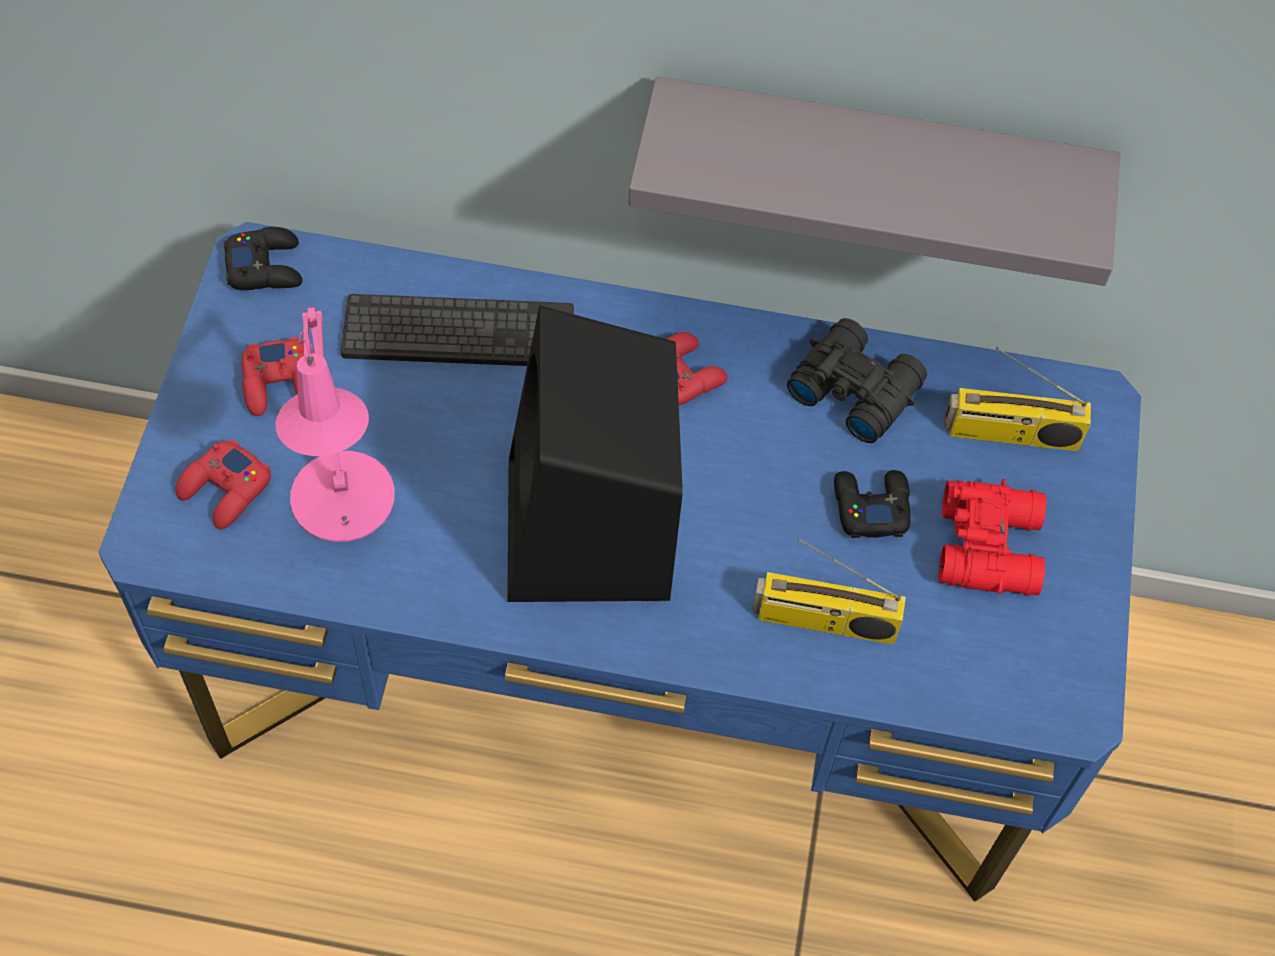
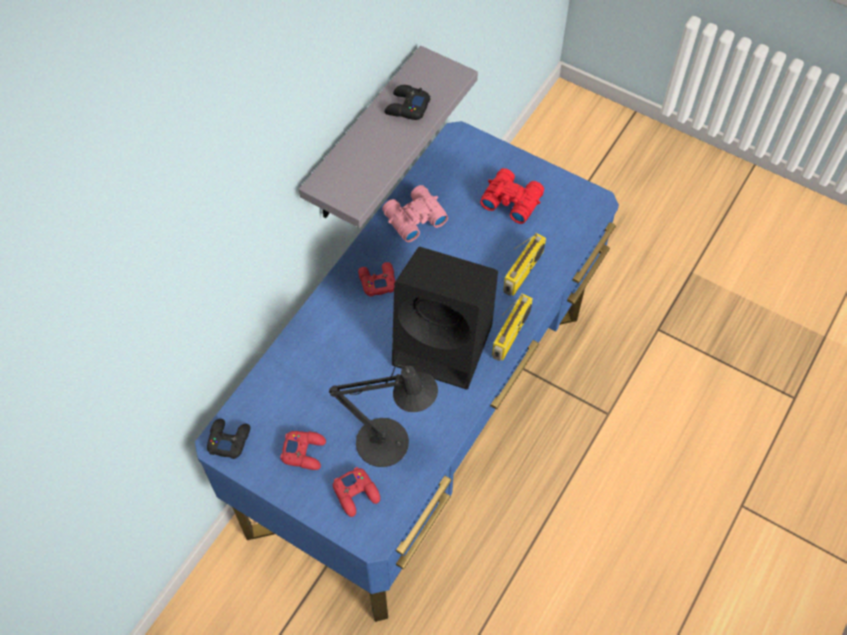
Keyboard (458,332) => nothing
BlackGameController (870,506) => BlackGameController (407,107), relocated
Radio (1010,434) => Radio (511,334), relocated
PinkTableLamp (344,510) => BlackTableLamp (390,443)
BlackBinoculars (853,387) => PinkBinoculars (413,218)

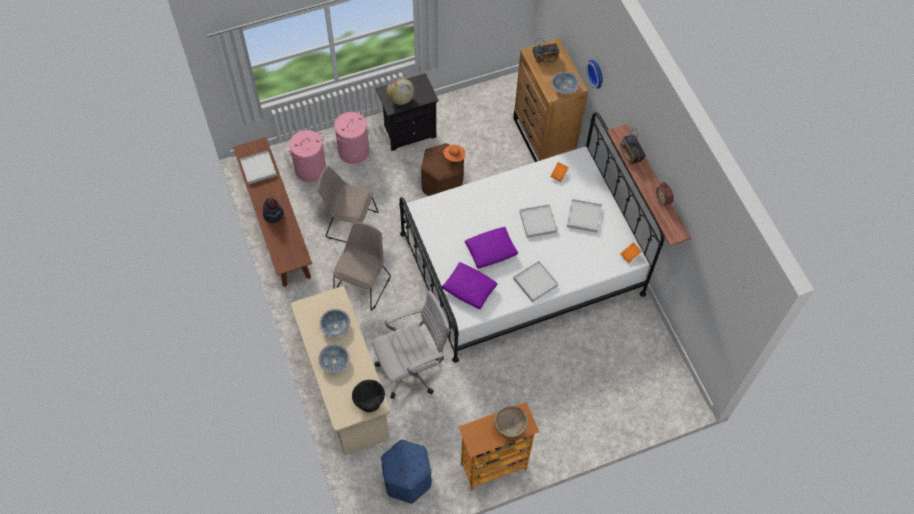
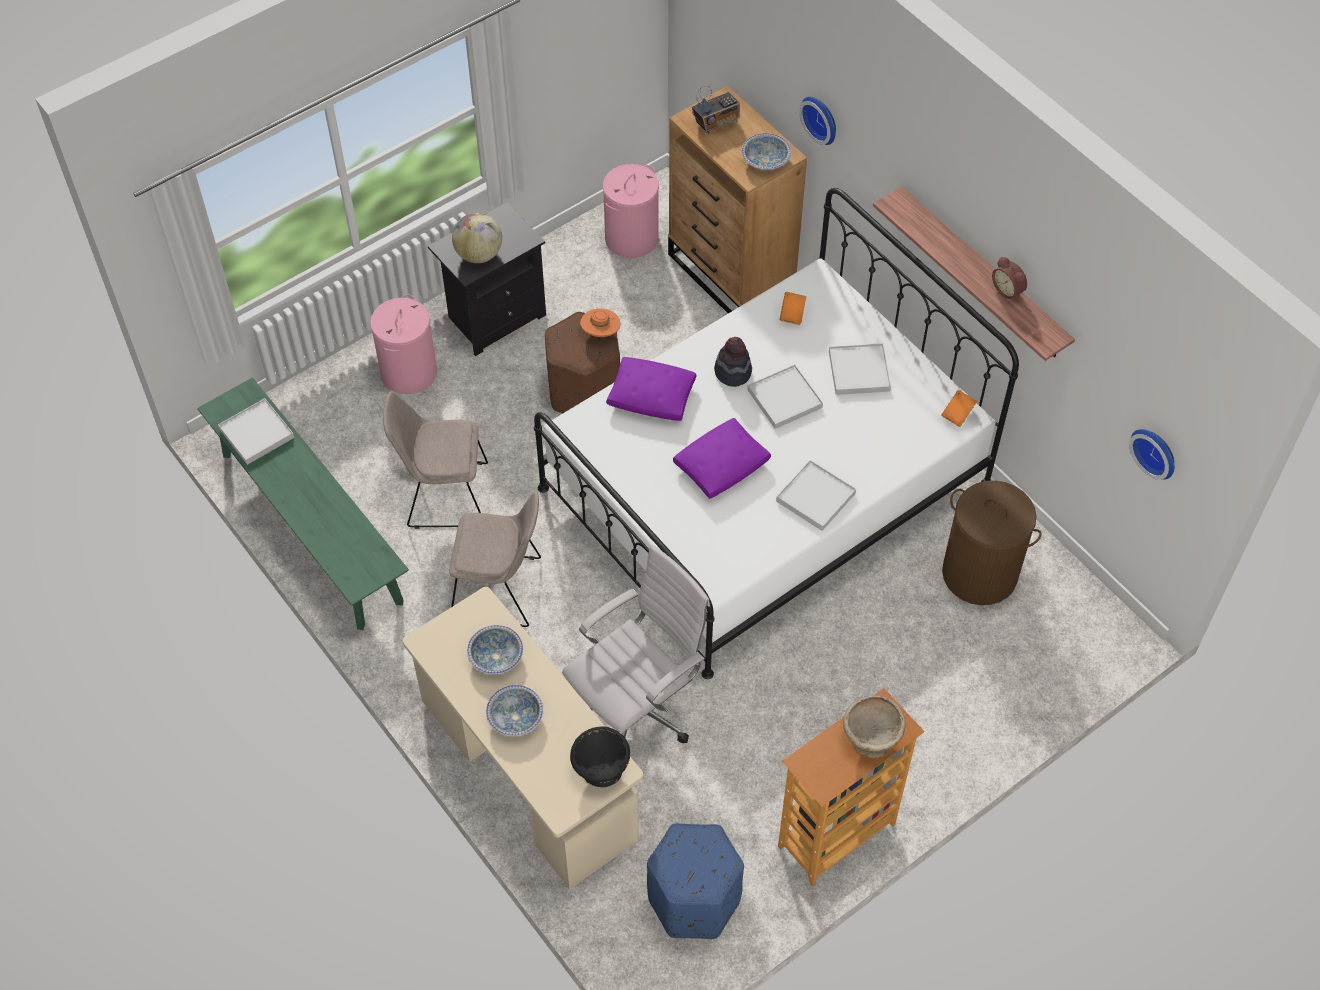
Radio (630,154) => nothing
nothing => BrownLaundryBasket (980,573)
nothing => WallClock (1156,451)
Hat (273,214) => Hat (733,372), relocated
PinkLaundryBasket (310,169) => PinkLaundryBasket (631,238), relocated
PurplePillow (470,289) => PurplePillow (652,396), relocated
BrownBench (276,224) => GreenBench (311,527)
BeigeChair (363,284) => BeigeChair (501,589), 90 degrees clockwise

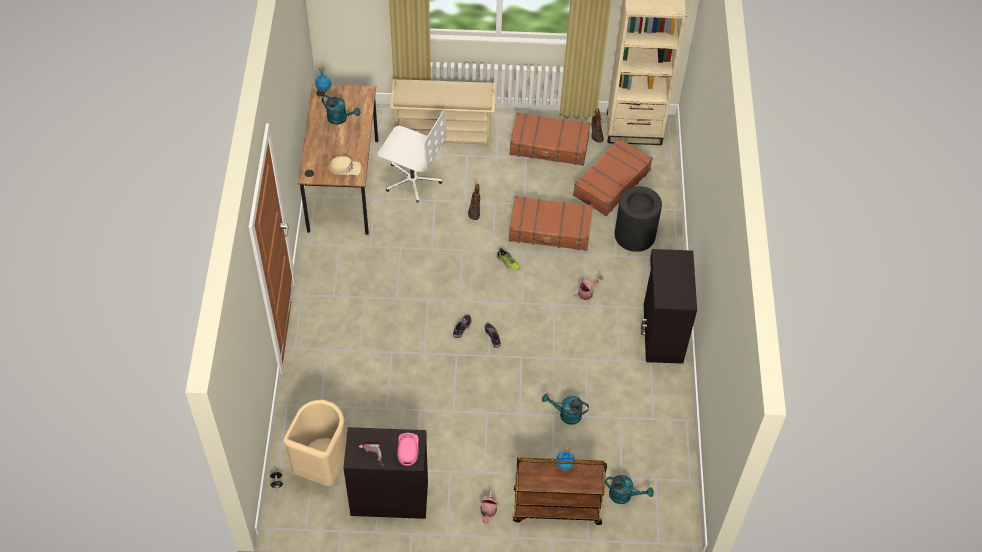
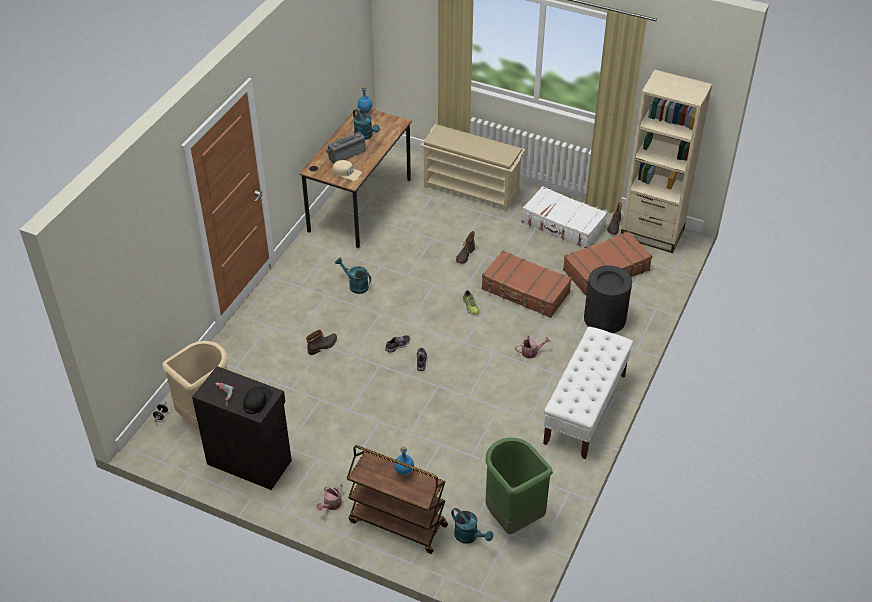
WhiteOfficeChair (412,179) => nothing
nothing => Boot (323,346)
nothing => Radio (346,154)
nothing => GreenTrashCan (512,516)
TurquoiseWateringCan (566,414) => TurquoiseWateringCan (355,285), relocated
BlackCabinet (661,334) => WhiteBench (585,409)
PinkCap (407,449) => BlackCap (257,400)
BrownSuitcase (549,146) => WhiteSuitcase (563,225)

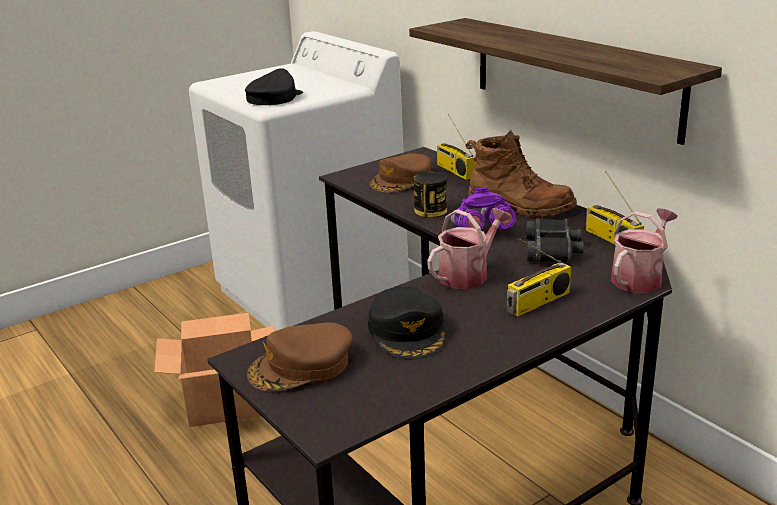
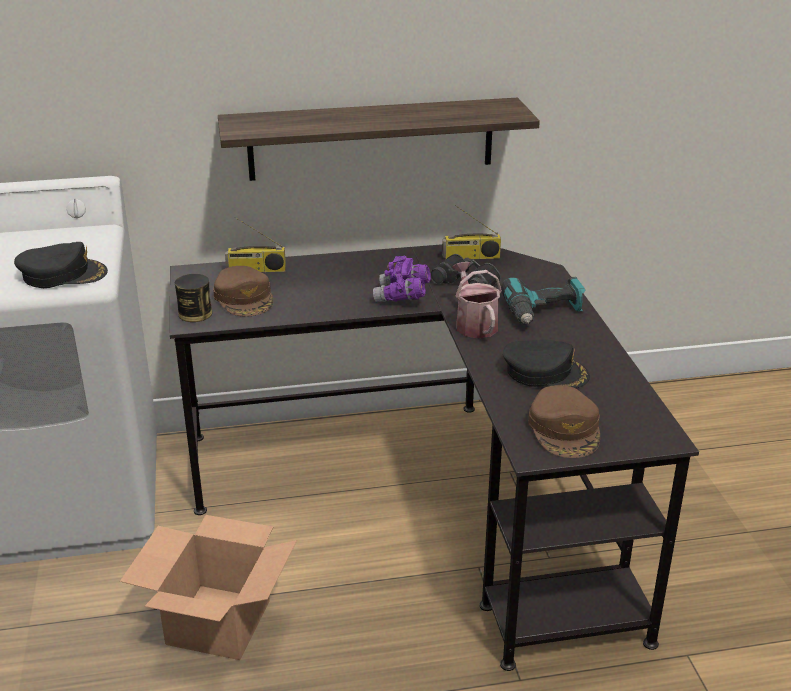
BrownBoot (519,206) => nothing
WateringCan (639,277) => nothing
Can (430,211) => Can (195,314), relocated
Radio (538,302) => PowerDrill (543,312)
BlackCap (274,98) => BlackCap (63,274), 120 degrees clockwise

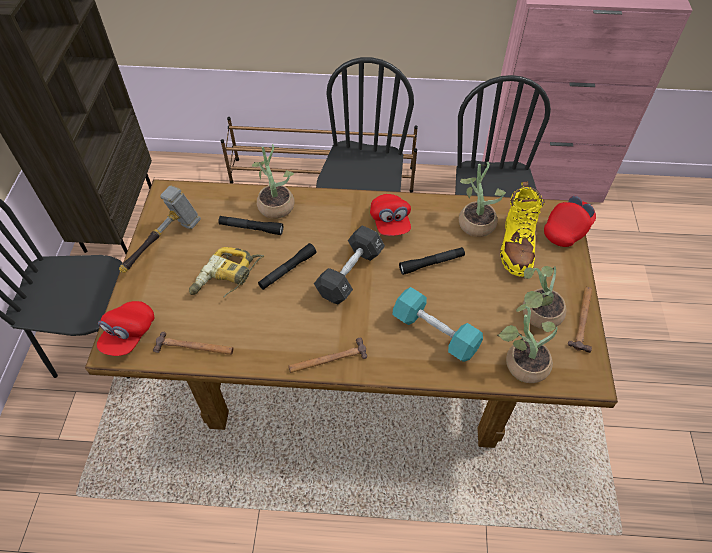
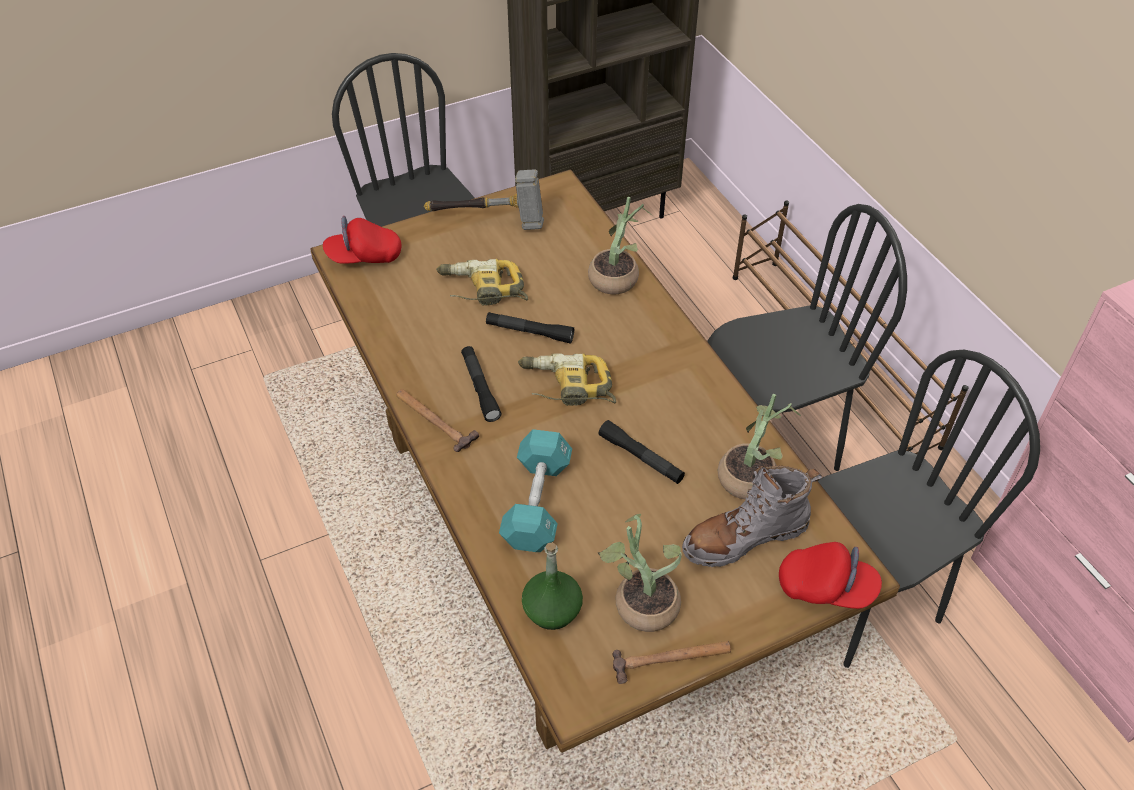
Hammer (194,348) => nothing
RedCap (390,223) => nothing
BlackFlashlight (251,228) => BlackFlashlight (480,388), relocated
BlackDumbbell (350,273) => PowerDrill (566,387)
PottedPlant (521,362) => GreenBottle (552,610)
YellowBoot (516,245) => GreyBoot (745,537)

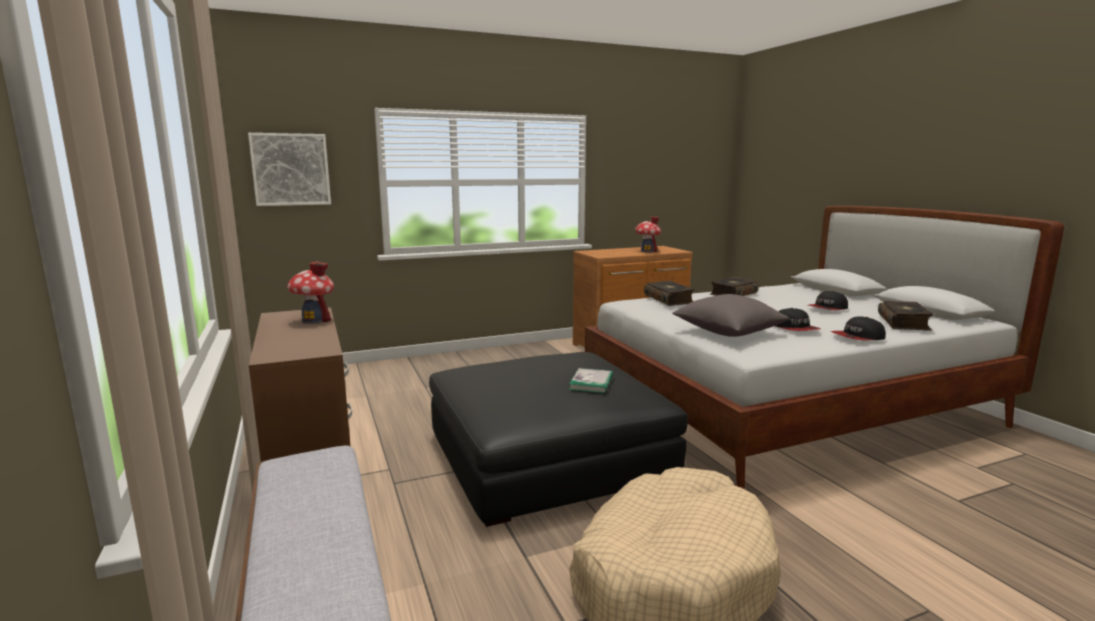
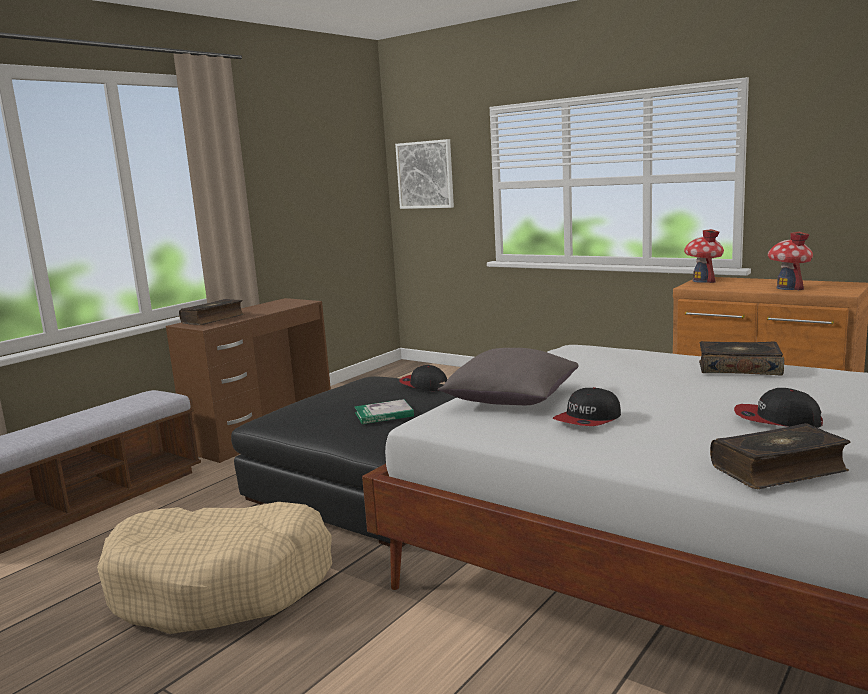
ToyHouse (314,320) => ToyHouse (703,281), relocated
Book (669,299) => Book (213,319), relocated
Cap (858,337) => Cap (423,385), relocated

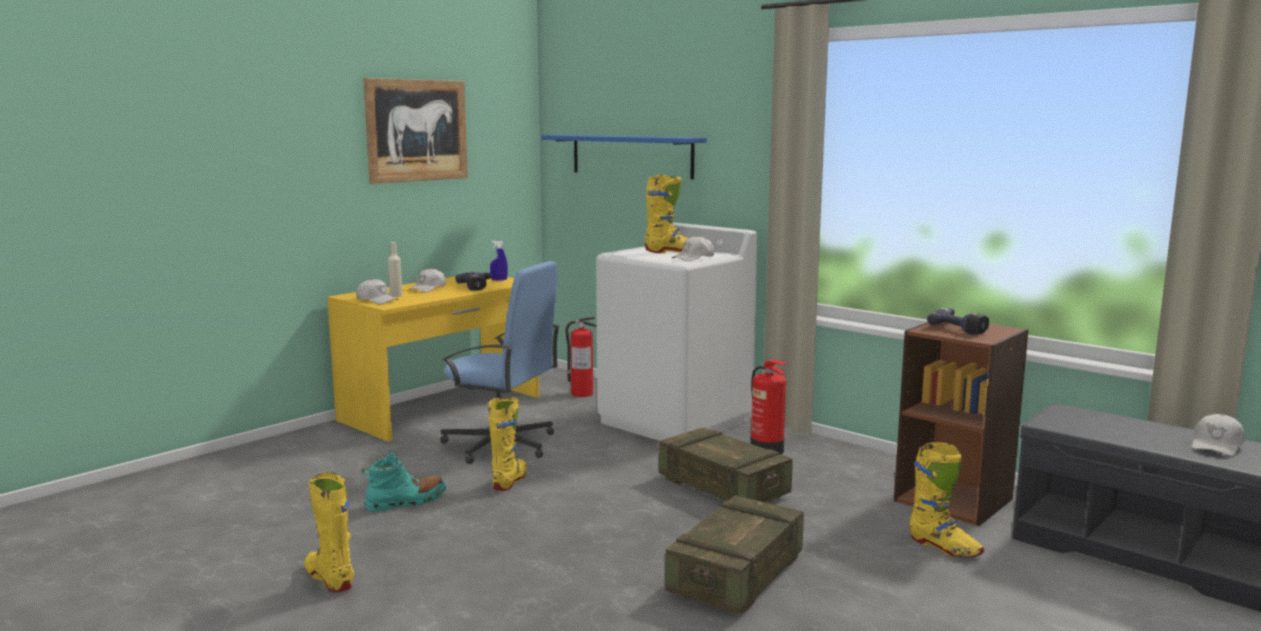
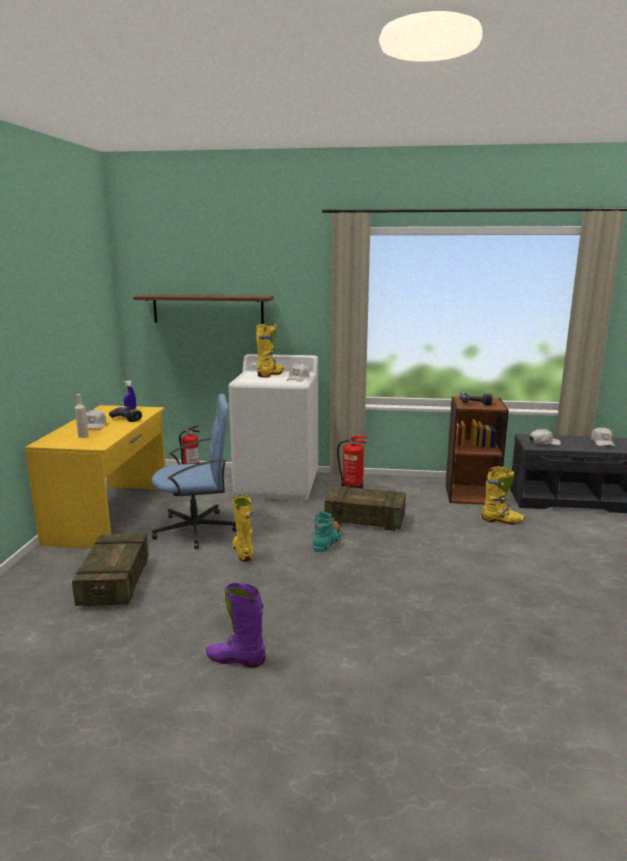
Picture (417,130) => nothing
WhiteCap (377,300) => WhiteCap (543,443), relocated
TurquoiseBoot (406,502) => TurquoiseBoot (327,541), relocated
Crate (737,576) => Crate (115,583), relocated
YellowBoot (330,579) => PurpleBoot (236,659)
BlueShelf (631,155) => BrownShelf (208,309)

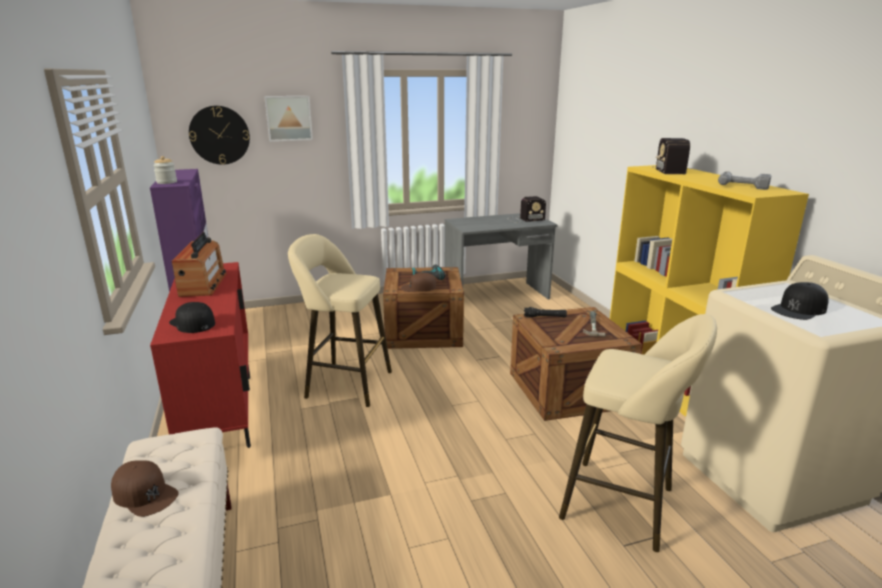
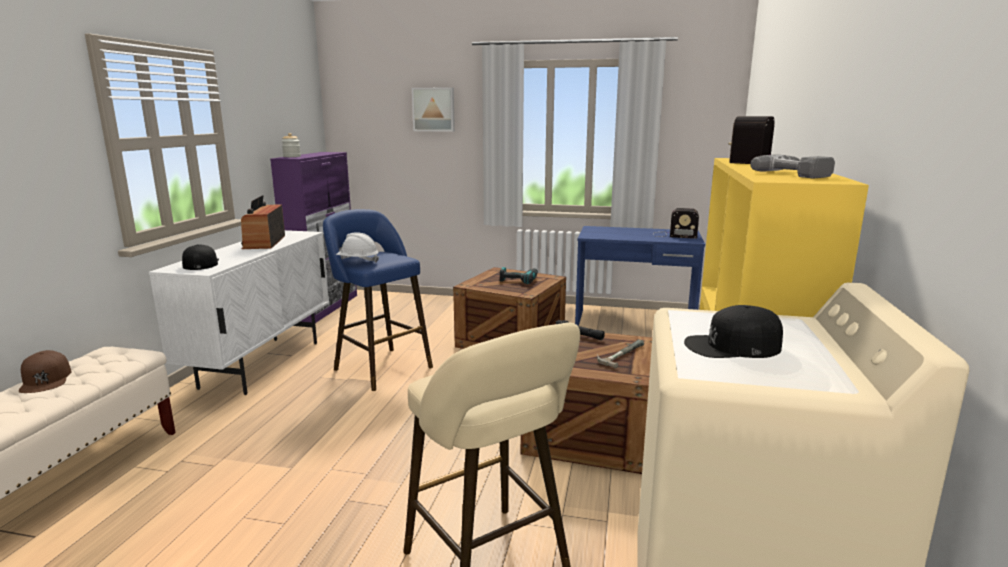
WallClock (219,135) => nothing
BrownCap (418,287) => nothing
nothing => WhiteHardHat (358,261)
RedCabinet (221,413) => WhiteCabinet (262,364)
BeigeStool (344,384) => BlueStool (380,367)
GreyDesk (497,296) => BlueDesk (634,324)
Radio (203,284) => Radio (264,242), 150 degrees clockwise

